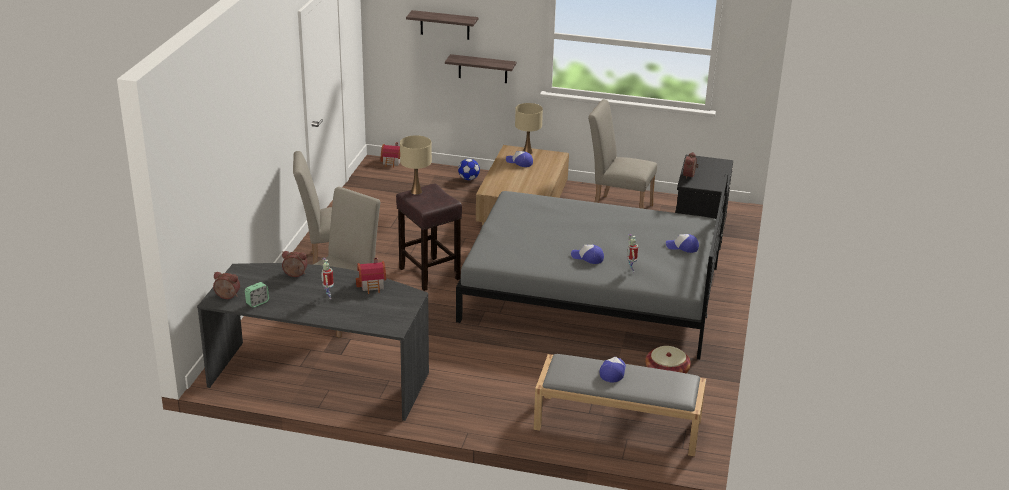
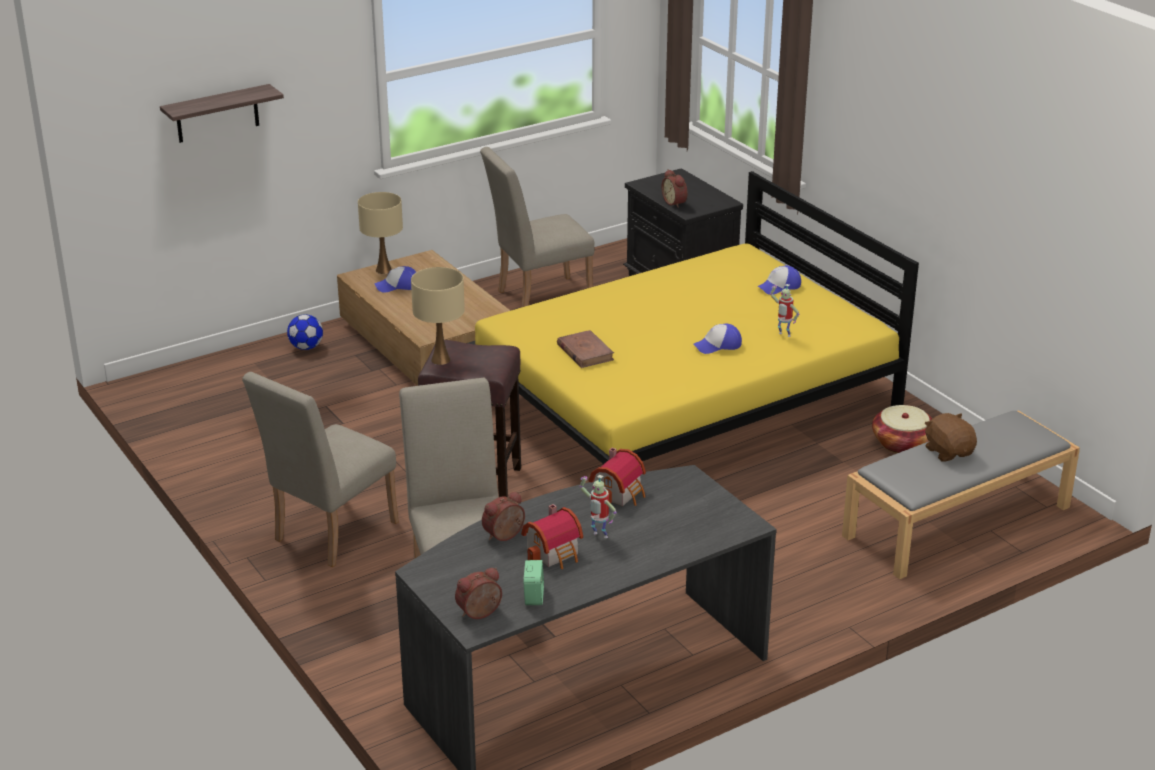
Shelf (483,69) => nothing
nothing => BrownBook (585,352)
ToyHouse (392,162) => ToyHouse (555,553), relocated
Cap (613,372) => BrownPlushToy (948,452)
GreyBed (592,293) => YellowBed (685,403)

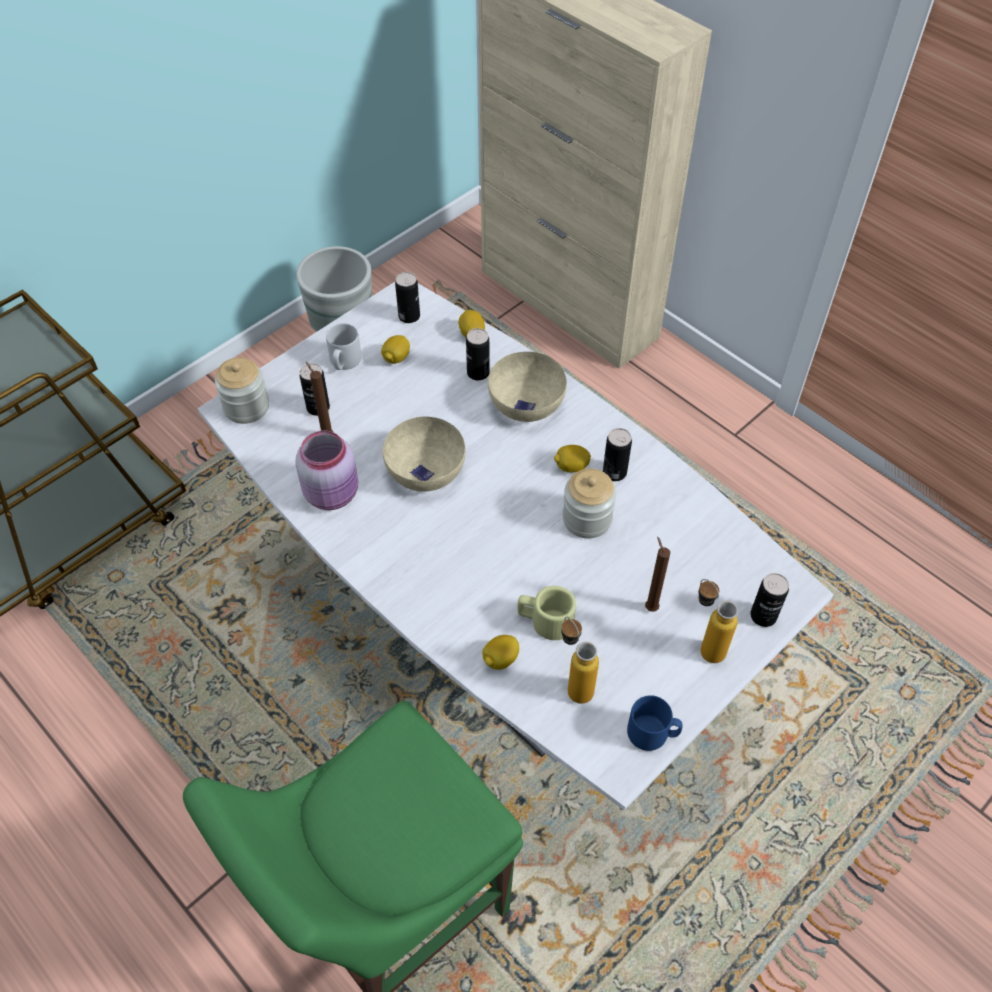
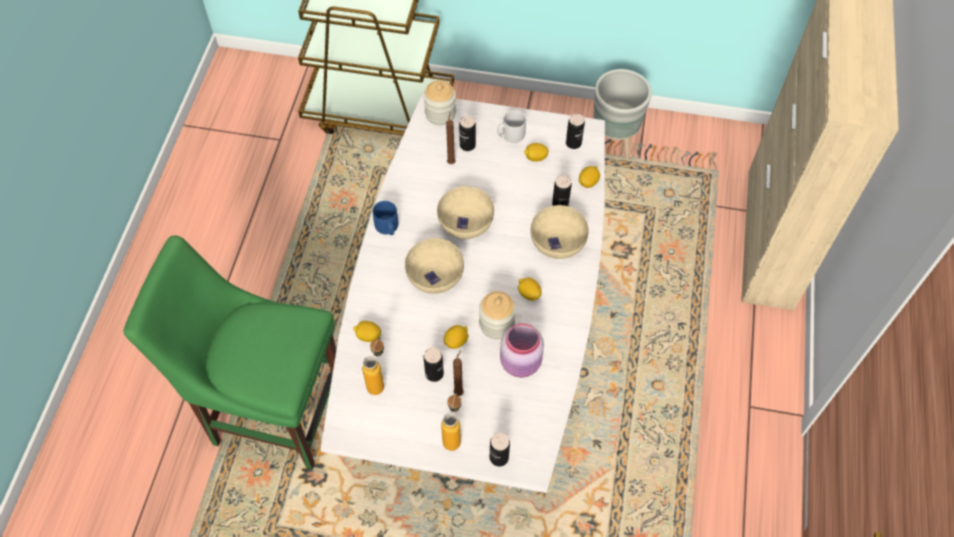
BeigeMug (545,621) => nothing
nothing => BeigeBowl (436,277)
nothing => Lemon (456,341)
PinkJar (333,493) => PinkJar (521,363), relocated
Can (614,472) => Can (434,373), relocated
BlueMug (652,734) => BlueMug (387,227), relocated

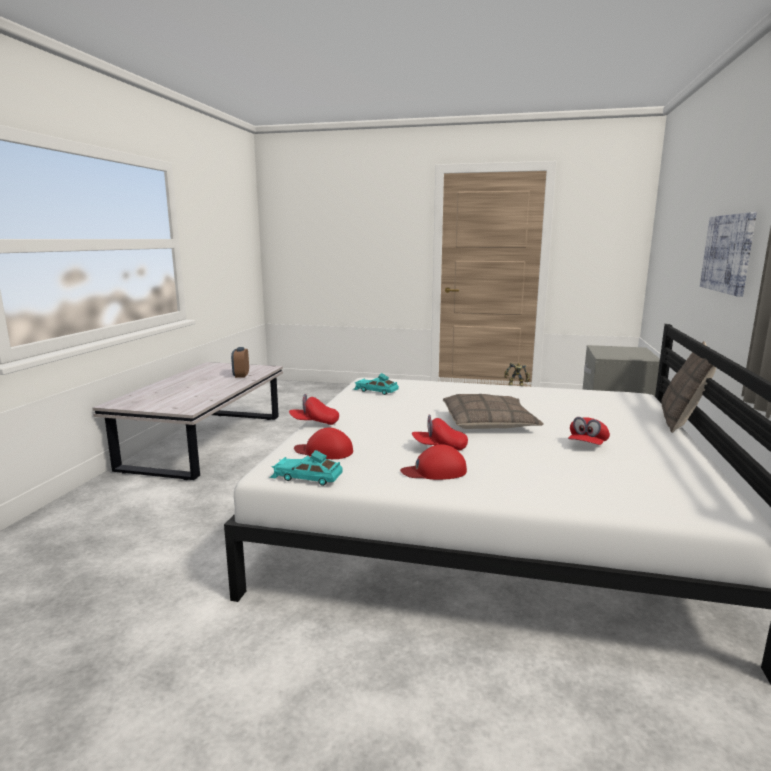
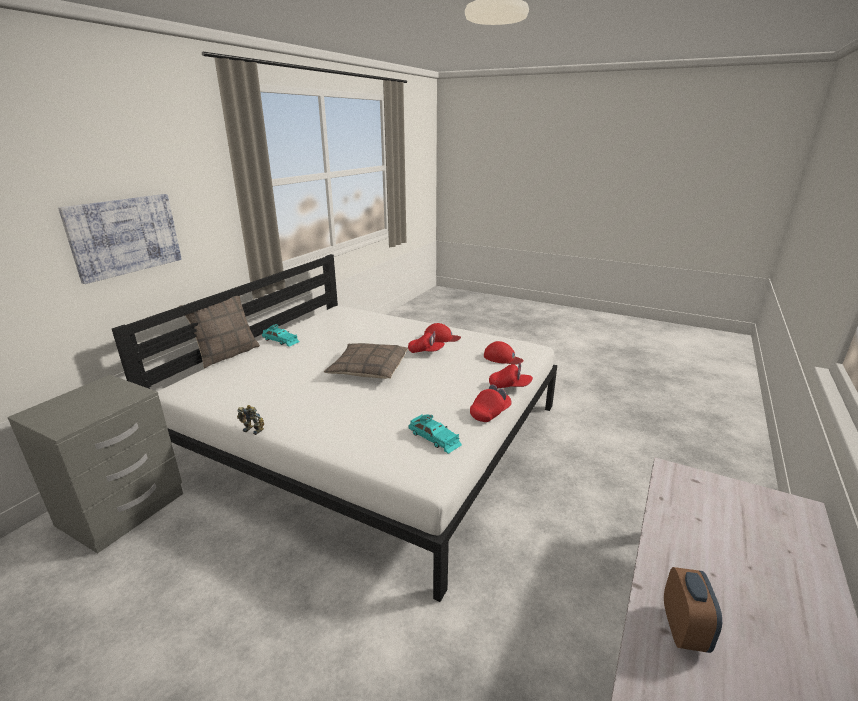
TurquoiseToyCar (306,477) => TurquoiseToyCar (281,340), relocated
RedCap (587,445) => RedCap (490,413), relocated

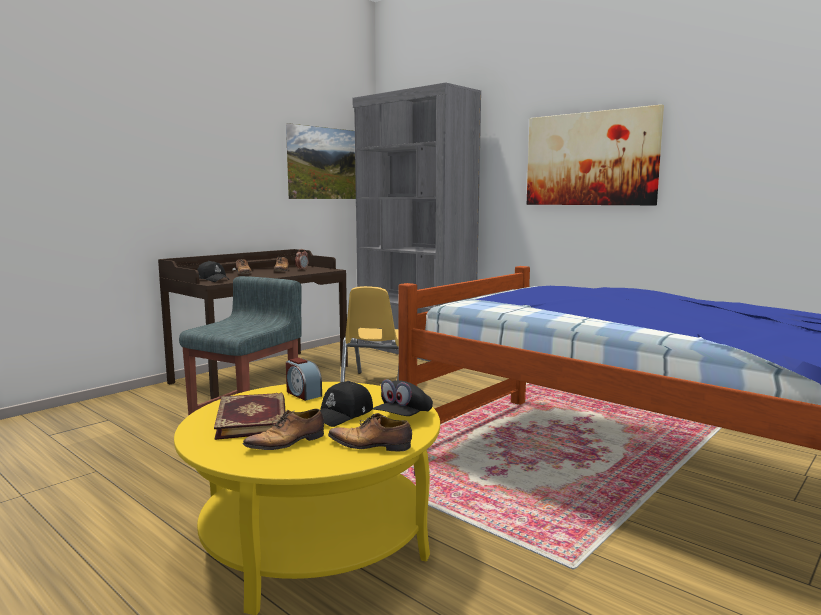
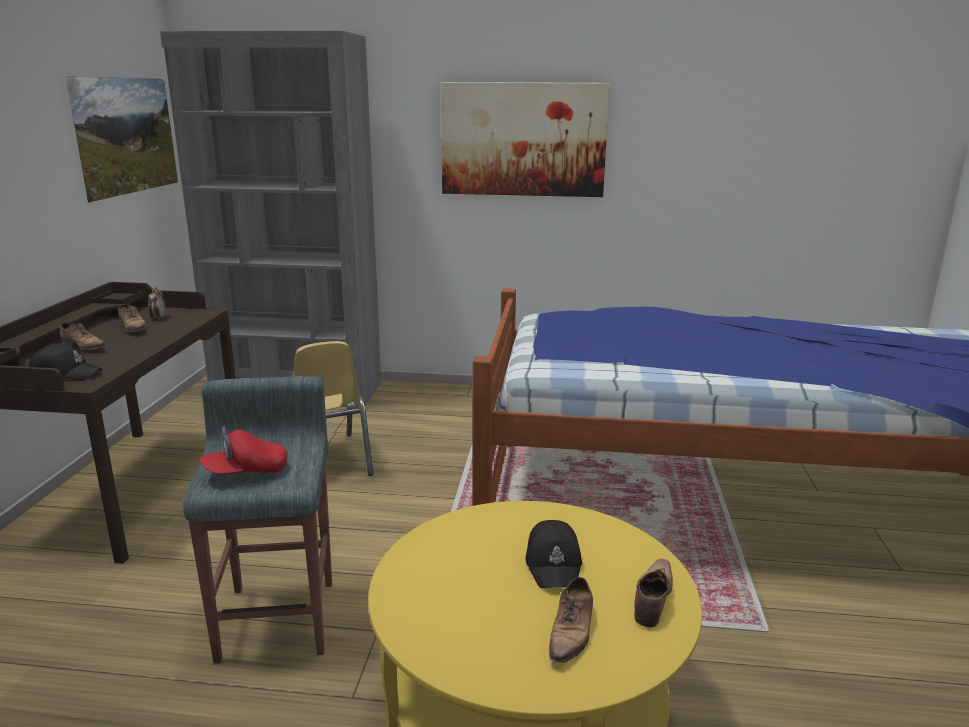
Book (254,419) => nothing
AlarmClock (303,394) => nothing
BlackCap (403,418) => nothing
nothing => RedCap (246,472)
Shoe (371,446) => Shoe (652,599), 135 degrees clockwise

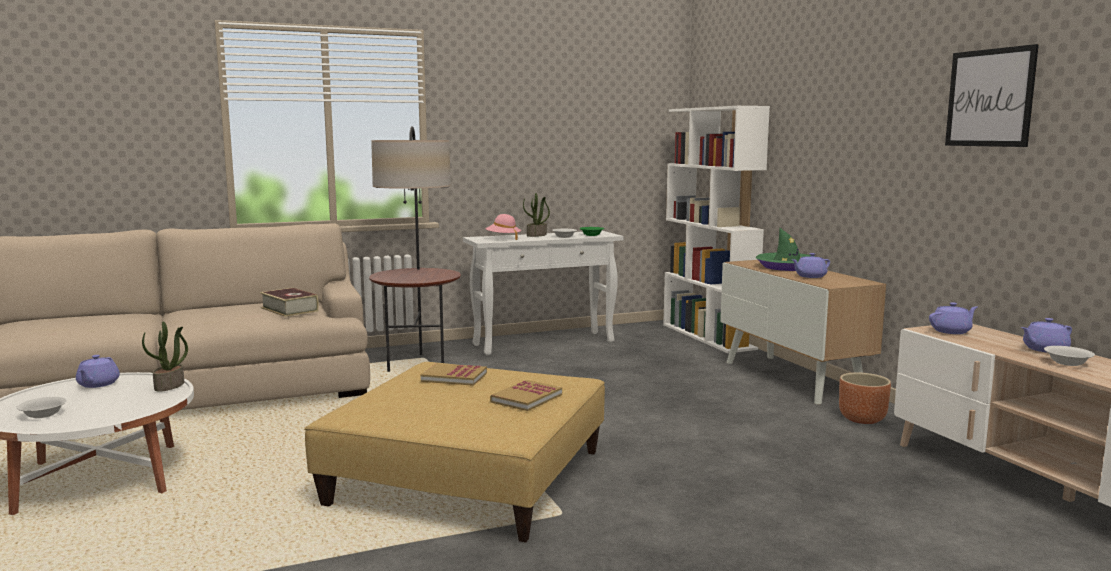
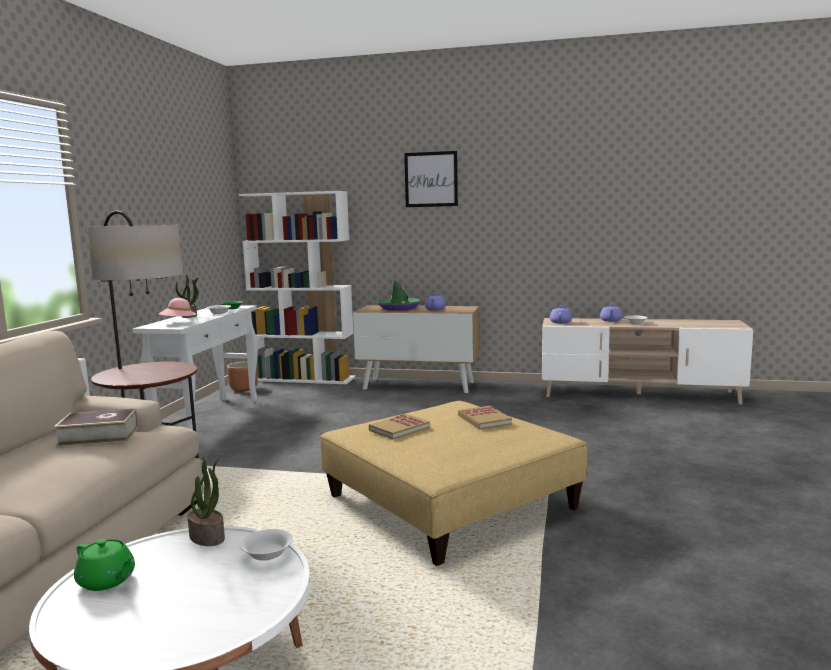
WhiteBowl (43,414) => WhiteBowl (266,554), relocated
BrownPlanter (862,419) => BrownPlanter (244,389), relocated
Picture (989,98) => Picture (431,179), relocated
PurpleTeapot (98,384) => GreenTeapot (107,581)

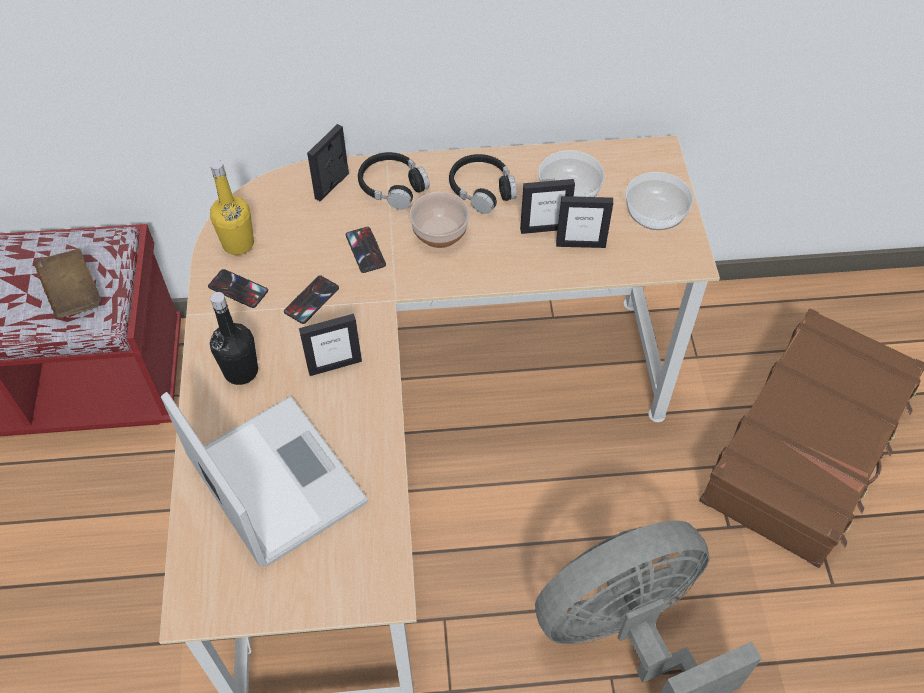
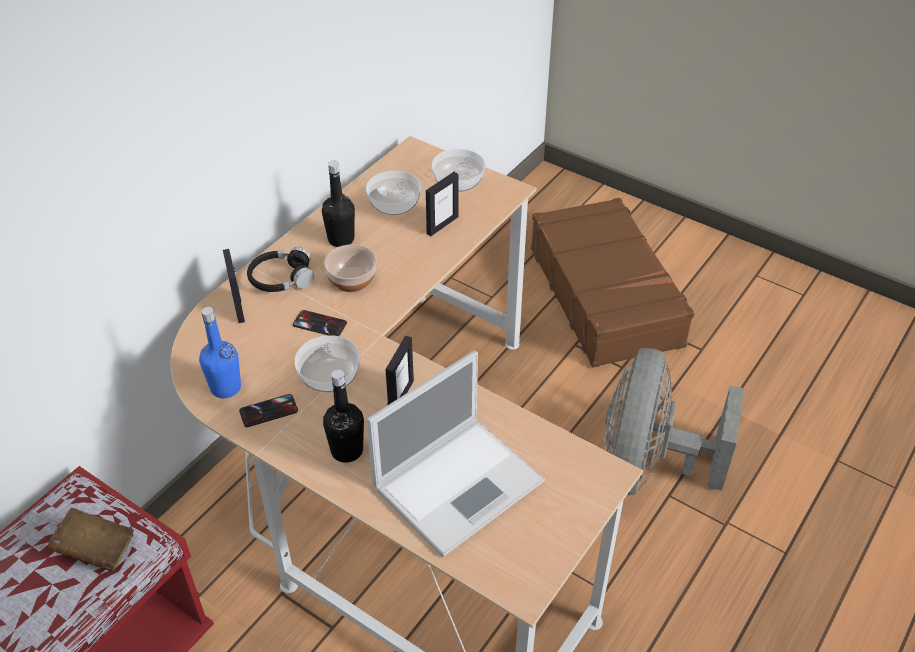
PictureFrame (544,228) => nothing
Phone (311,300) => Bowl (329,376)
BlackHeadphones (482,189) => BlackBottle (341,239)
YellowBottle (238,244) => BlueBottle (226,388)
Laptop (274,478) => Laptop (460,482), 135 degrees clockwise

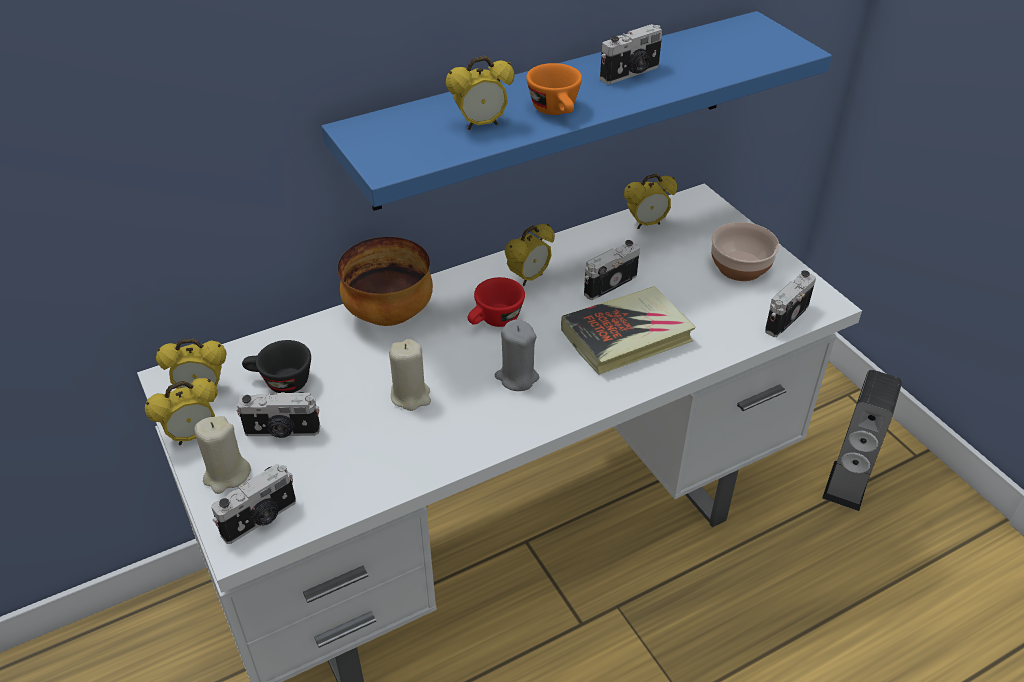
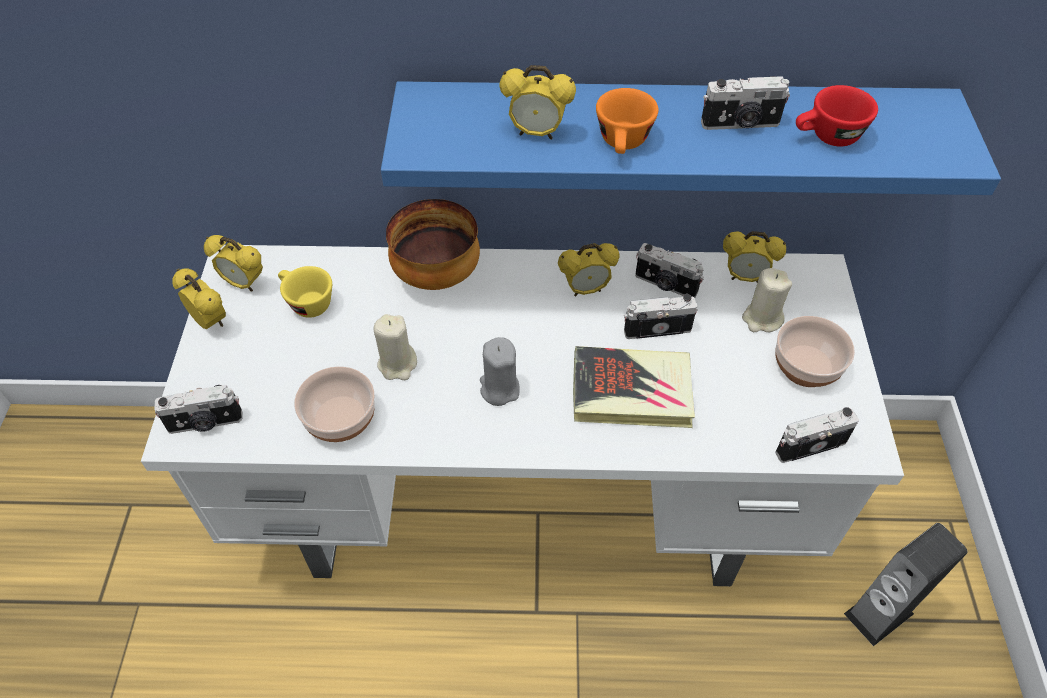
nothing => Bowl (341,418)
BeigeCandle (226,475) => BeigeCandle (762,319), relocated
PhotoCamera (282,432) => PhotoCamera (665,285), relocated
RedCup (494,321) => RedCup (827,137), relocated
BlackCup (280,382) => YellowCup (306,302)
AlarmClock (193,435) => AlarmClock (210,322), 135 degrees counterclockwise

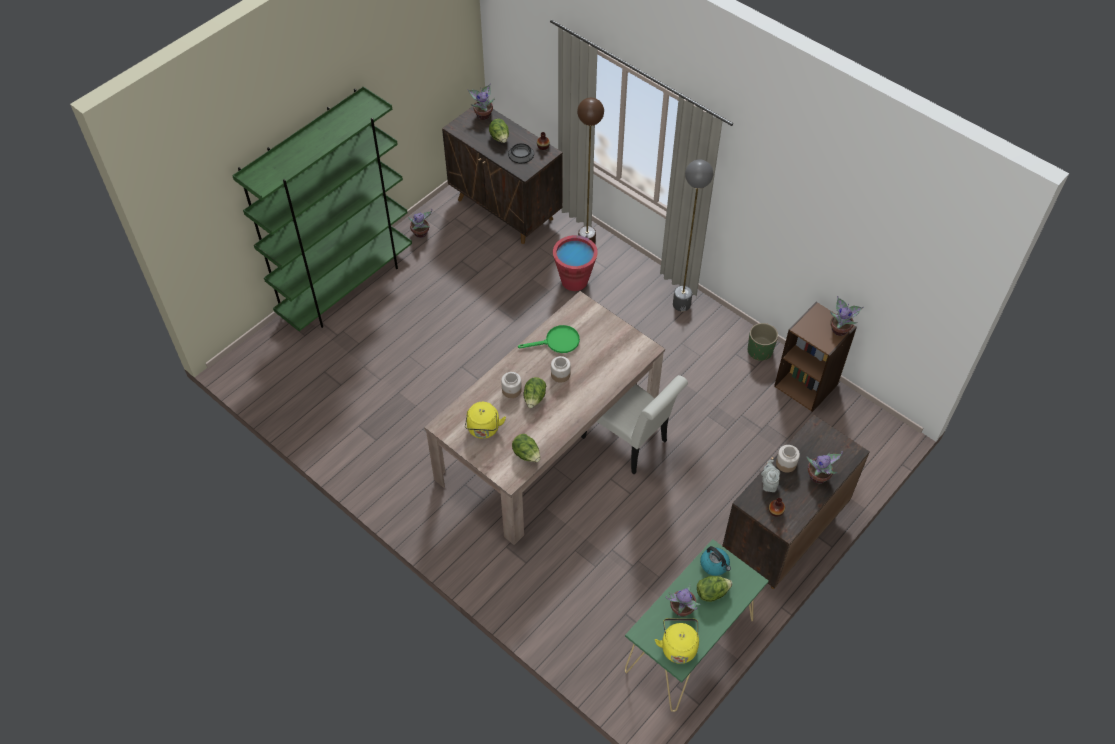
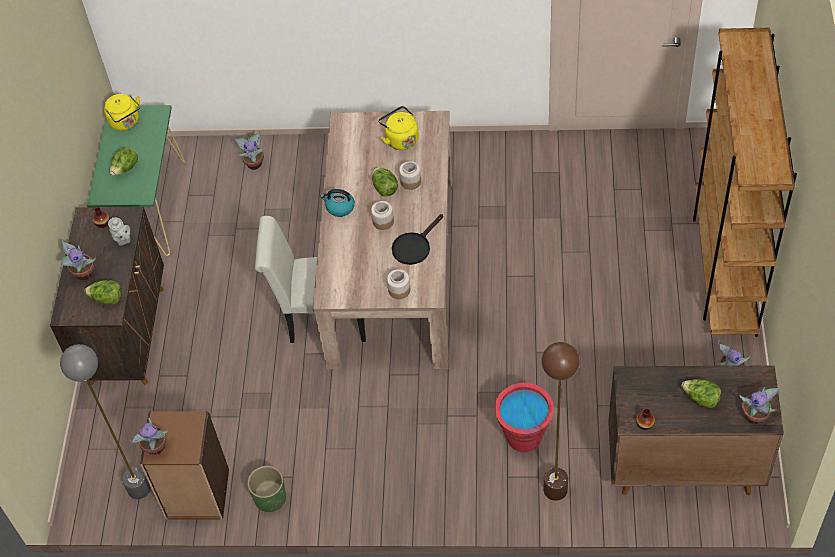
Bowl (521,154) => nothing
Lettuce (526,454) => Lettuce (107,299), relocated
PottedPlant (681,609) => PottedPlant (254,163), relocated
GreyFloorLamp (681,304) => GreyFloorLamp (139,489), relocated
Kettle (715,565) => Kettle (340,208), relocated
Jar (786,463) => Jar (399,290), relocated
GreenBookcase (346,286) => BrownBookcase (724,268)
GreenFryingPan (557,342) => BlackFryingPan (414,246)

